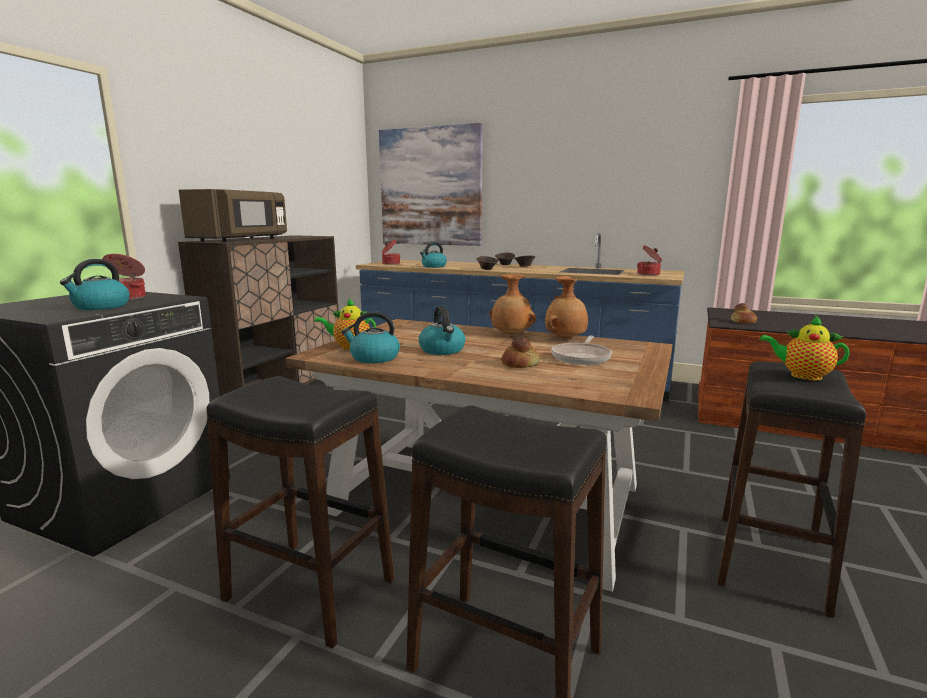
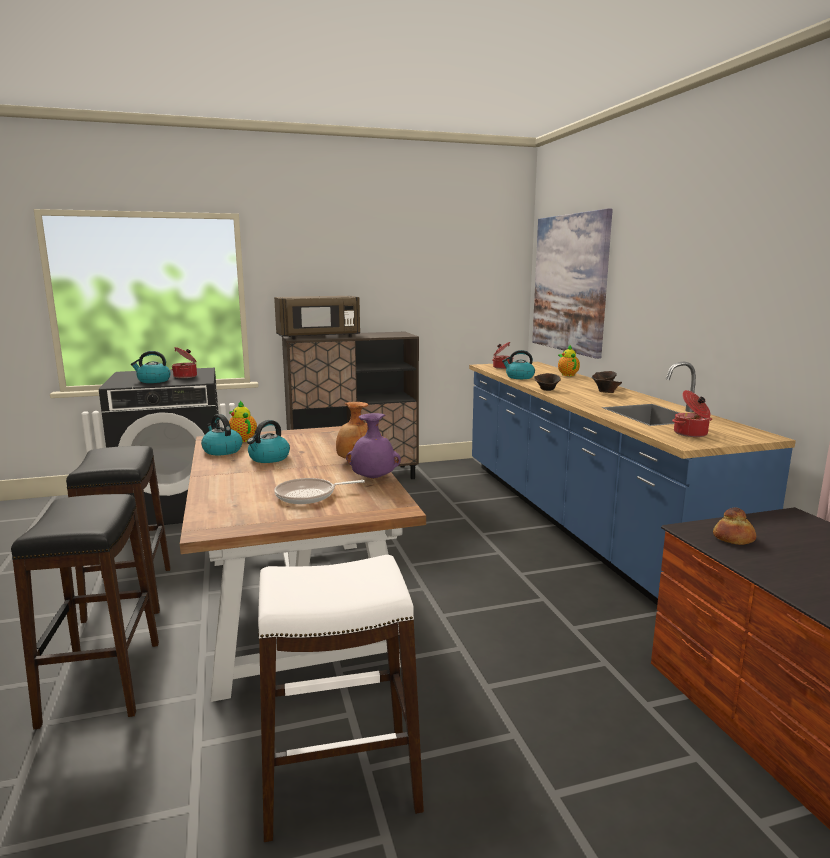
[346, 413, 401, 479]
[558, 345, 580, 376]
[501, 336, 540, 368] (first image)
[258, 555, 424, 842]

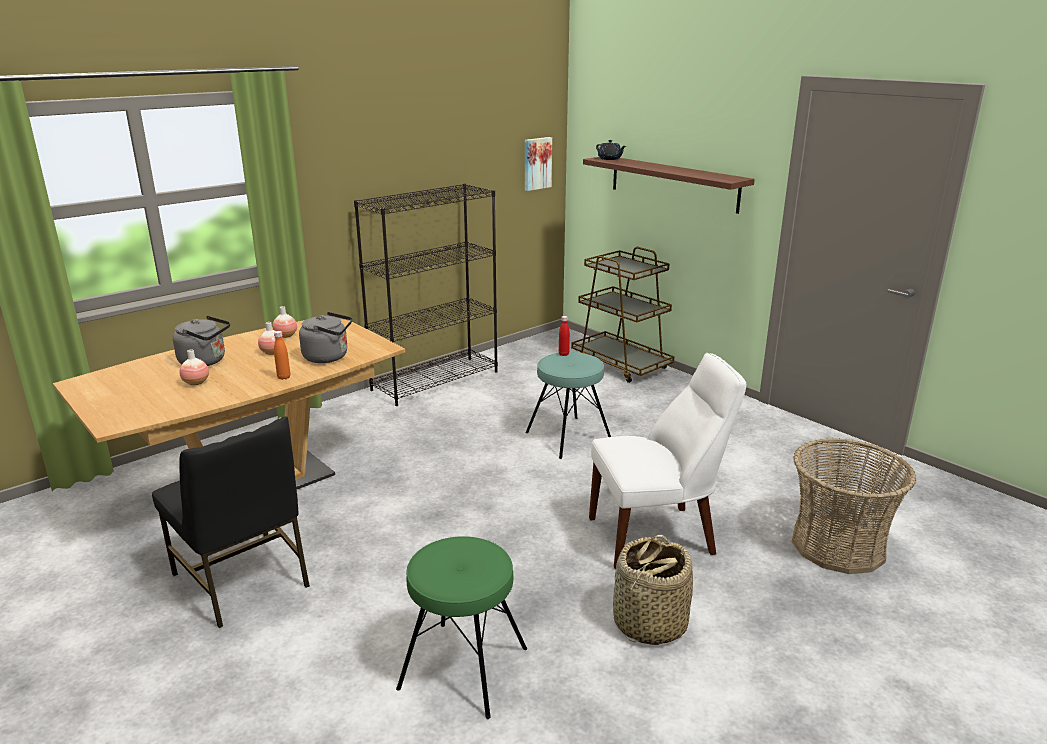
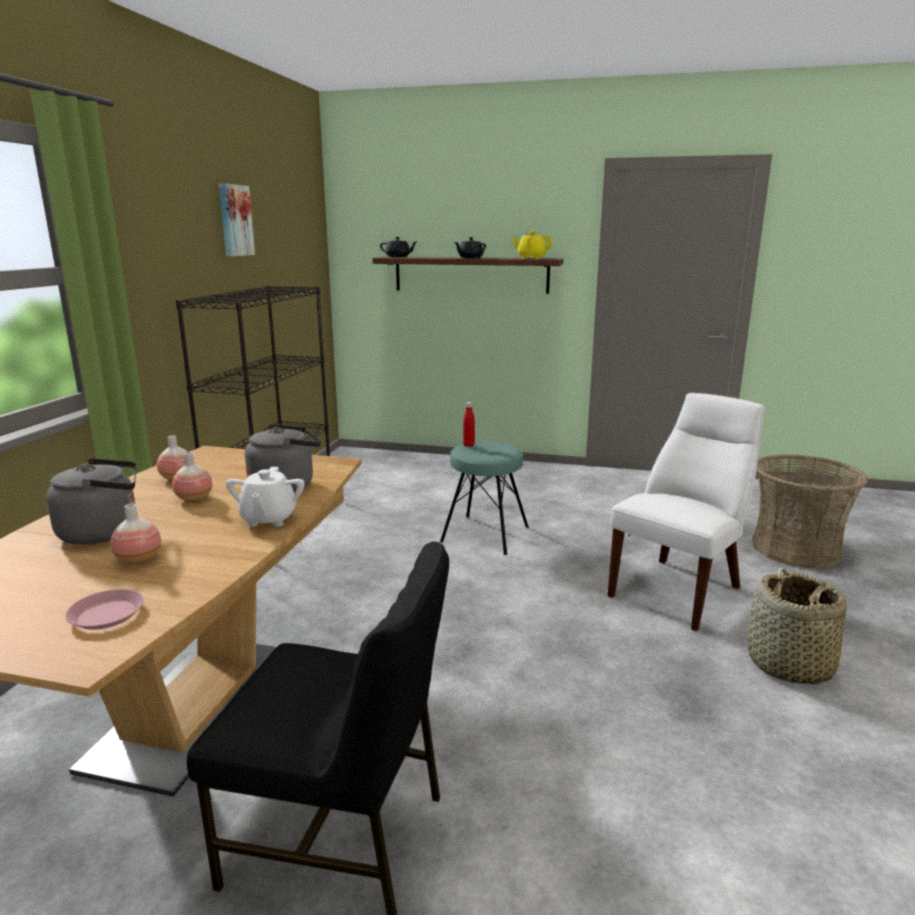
[219, 183, 255, 257]
[571, 247, 675, 383] (first image)
[226, 467, 305, 527]
[396, 536, 527, 719] (first image)
[512, 231, 553, 259]
[454, 237, 486, 258]
[65, 589, 144, 630]

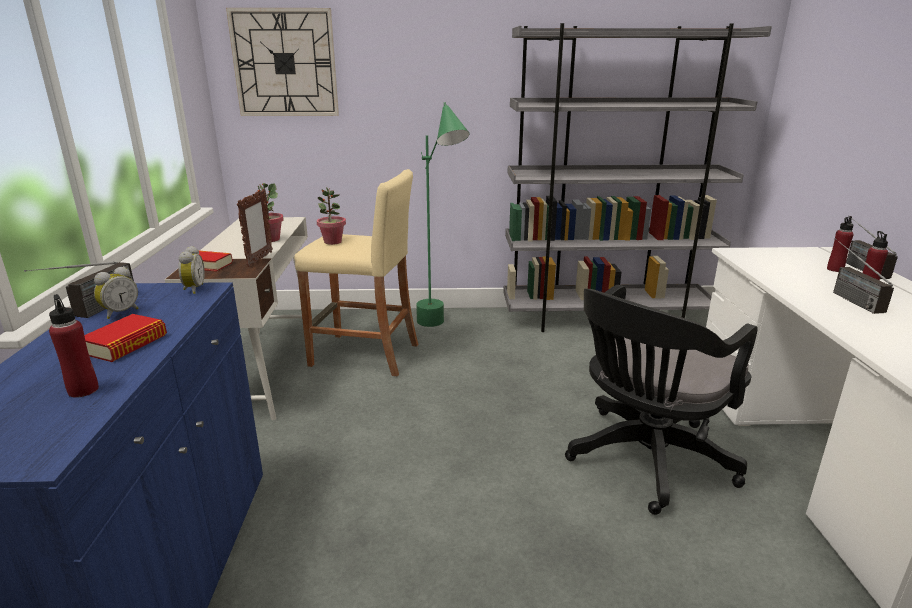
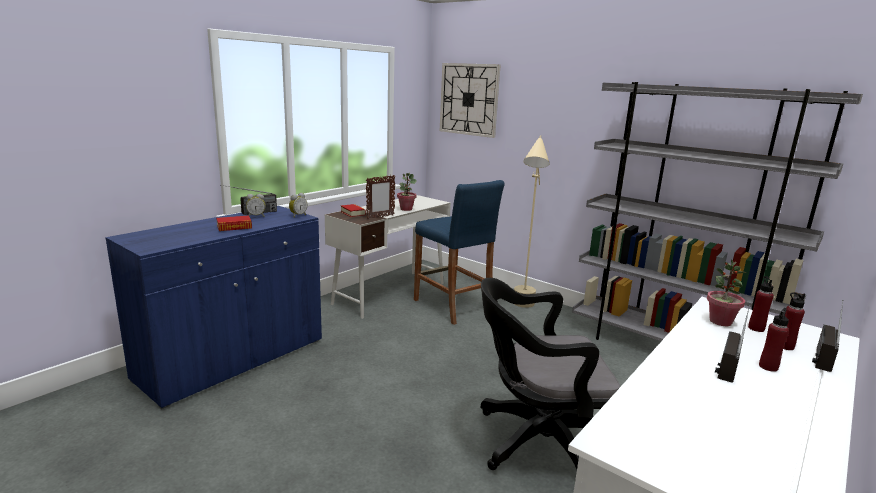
[514, 135, 550, 308]
[414, 180, 505, 325]
[707, 259, 747, 326]
[748, 276, 774, 332]

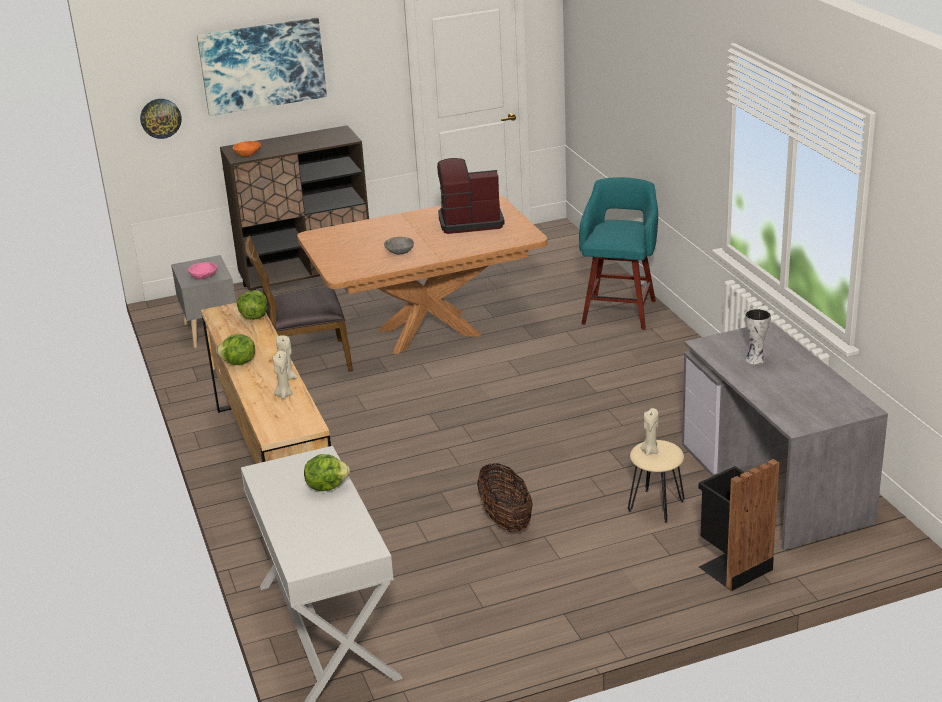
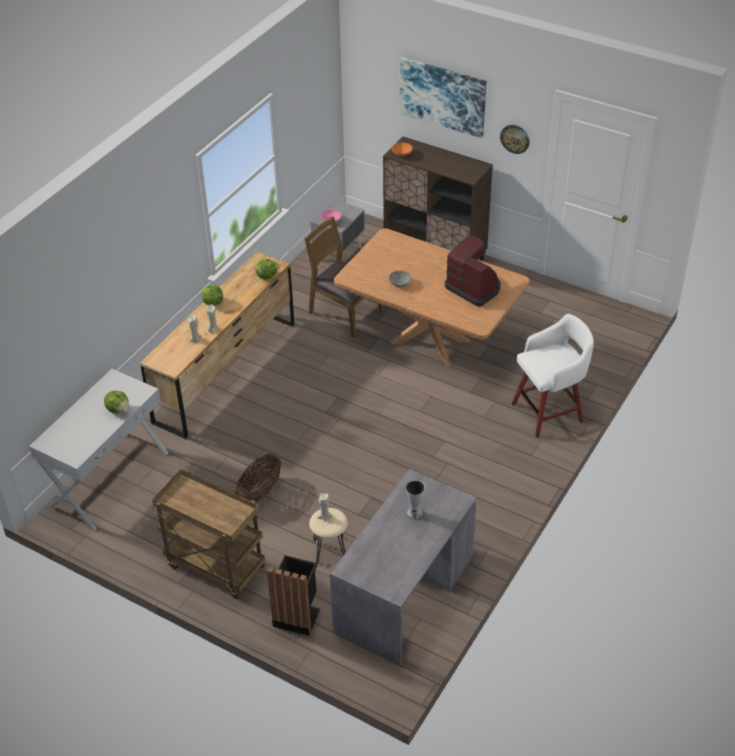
[500, 125, 530, 154]
[512, 314, 594, 438]
[152, 469, 265, 600]

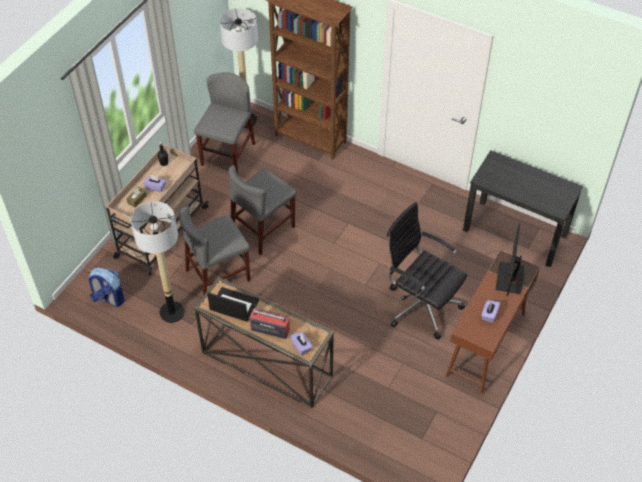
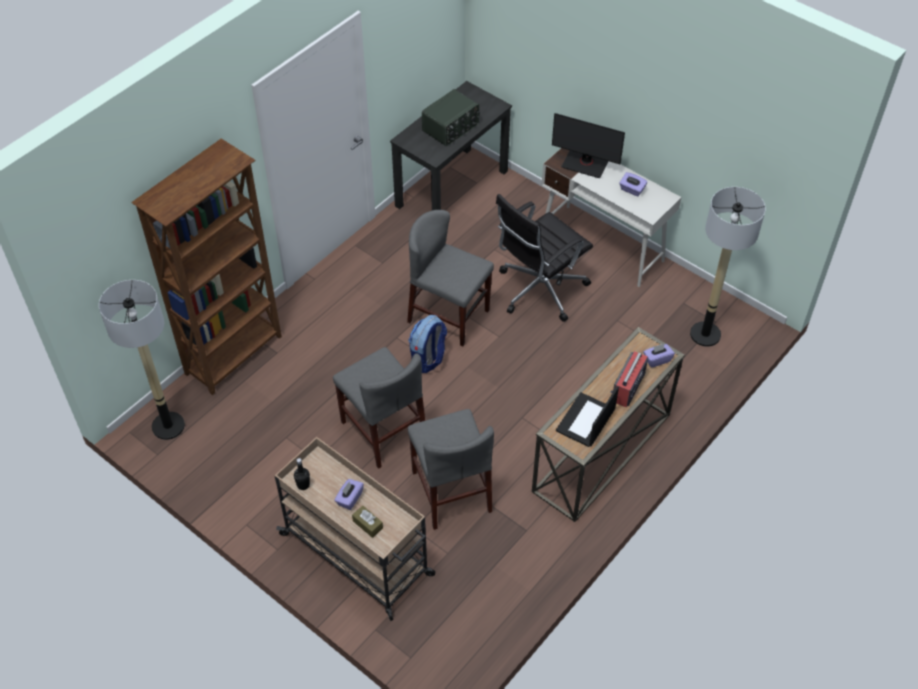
[407, 210, 494, 347]
[690, 187, 766, 347]
[542, 148, 681, 287]
[409, 315, 447, 373]
[422, 89, 480, 146]

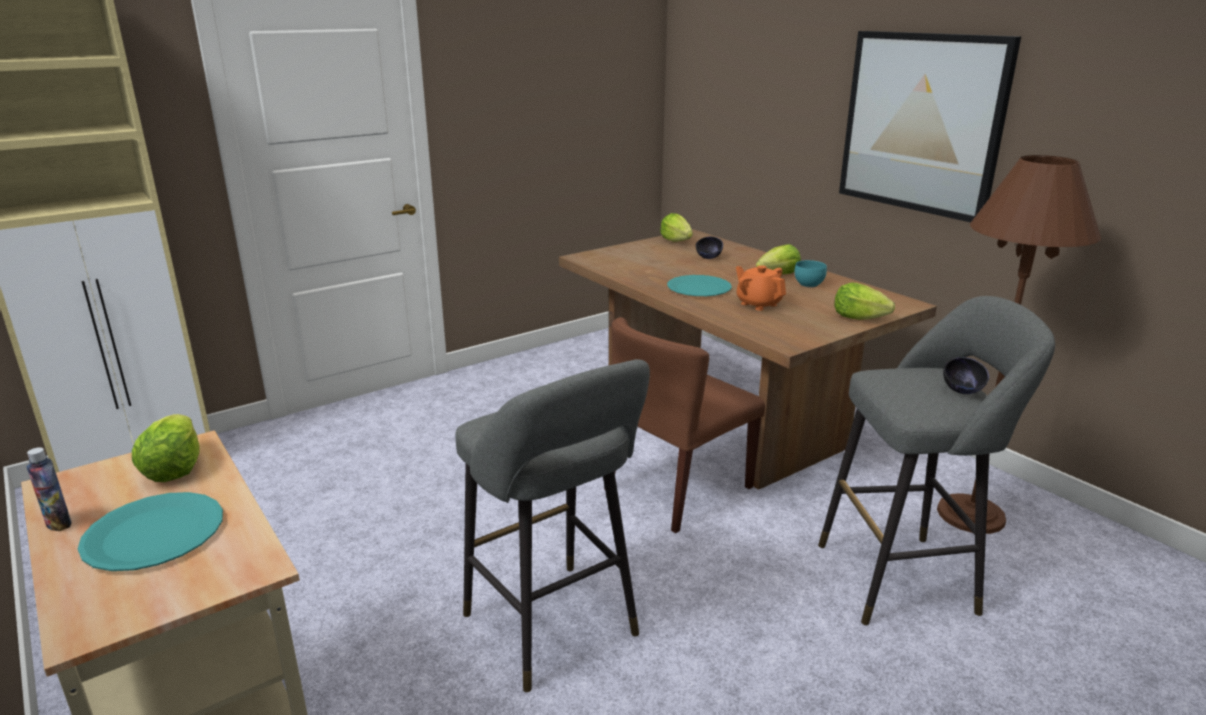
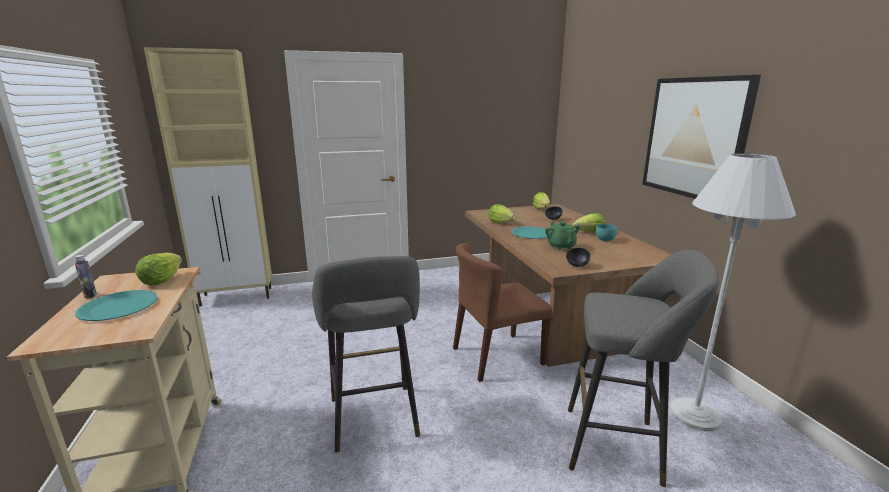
[670, 153, 796, 431]
[545, 222, 580, 250]
[488, 204, 515, 223]
[566, 248, 591, 267]

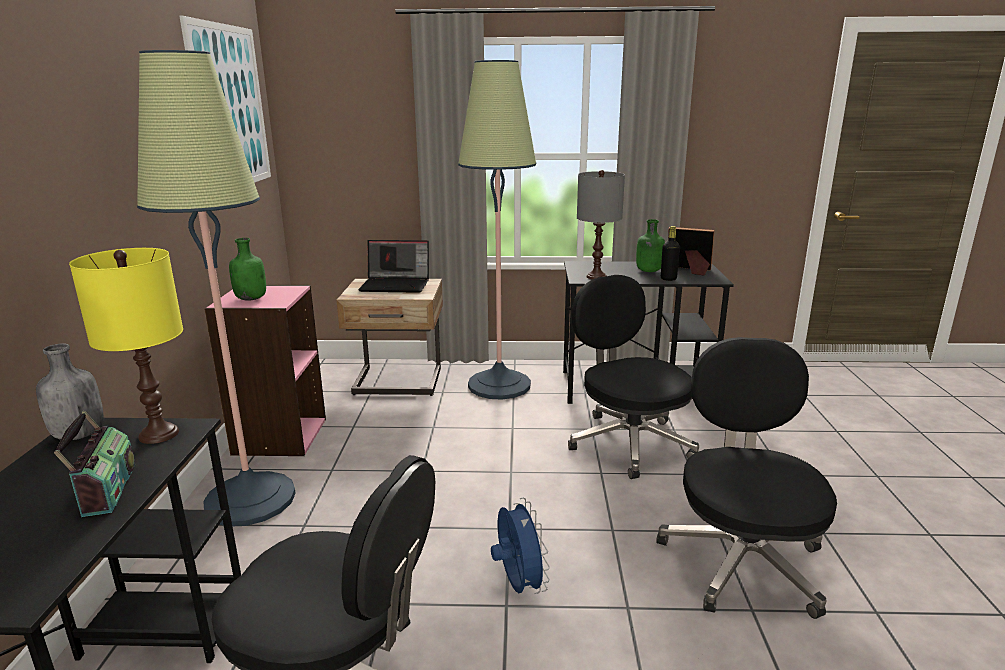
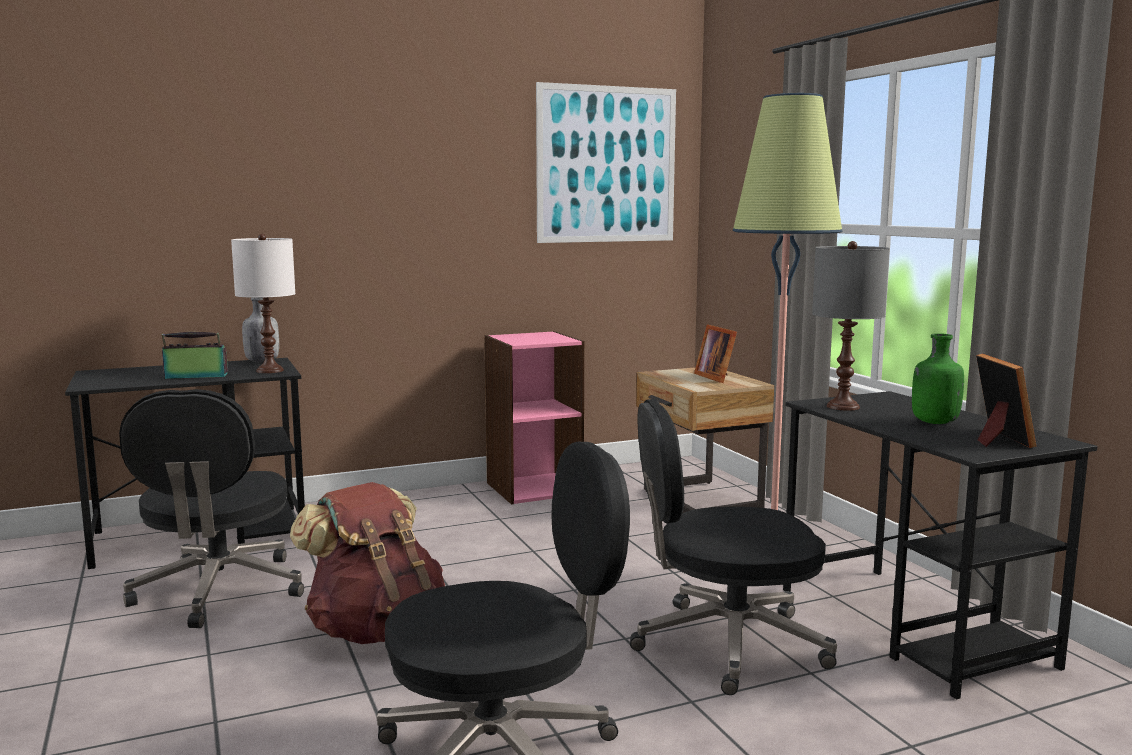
[137, 50, 296, 526] (first image)
[661, 226, 680, 281] (first image)
[229, 238, 266, 301] (first image)
[694, 324, 737, 383]
[231, 234, 295, 373]
[630, 399, 837, 695]
[162, 331, 228, 379]
[290, 482, 445, 644]

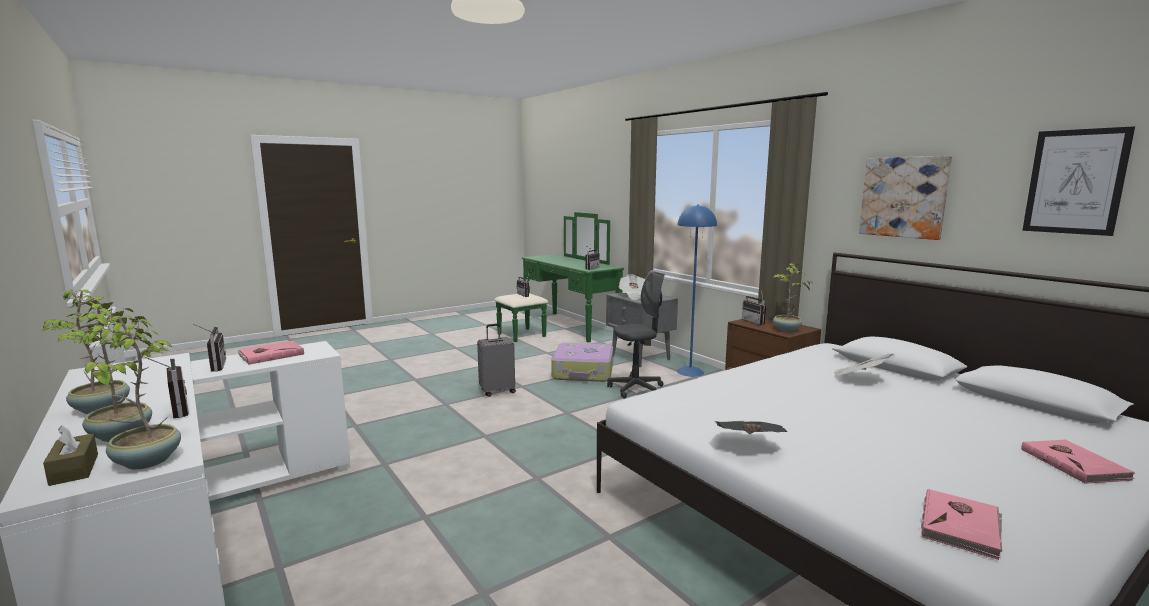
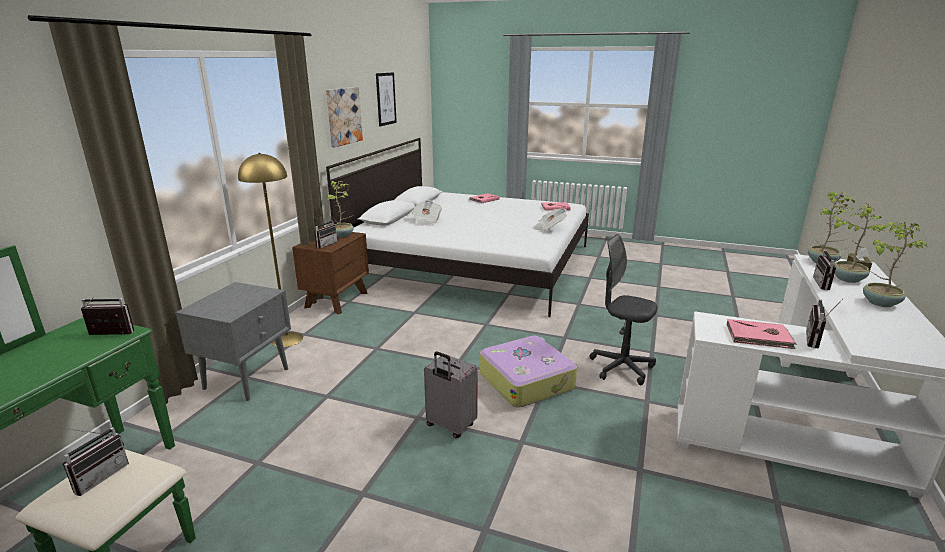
[238, 153, 303, 347]
[590, 234, 657, 385]
[619, 274, 645, 300] (first image)
[480, 336, 577, 408]

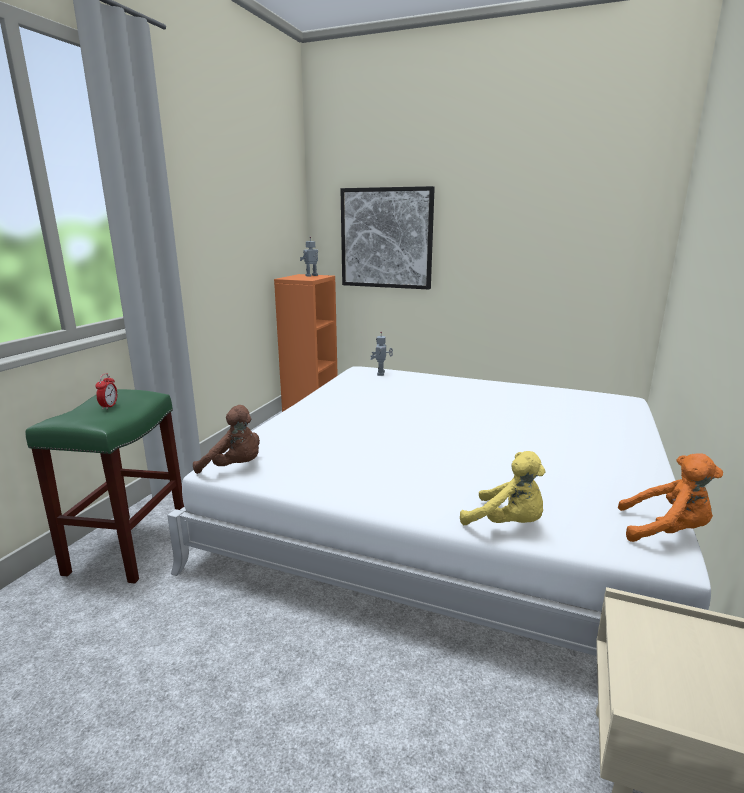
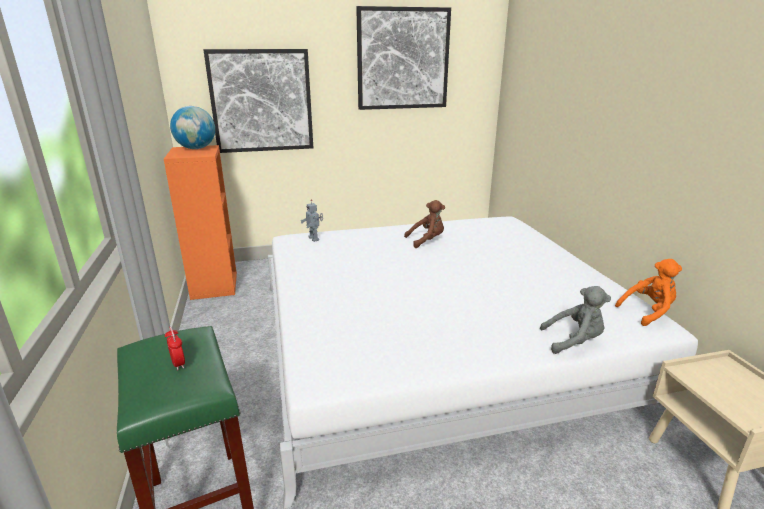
[170, 106, 215, 149]
[404, 200, 445, 248]
[540, 286, 611, 354]
[356, 6, 451, 110]

